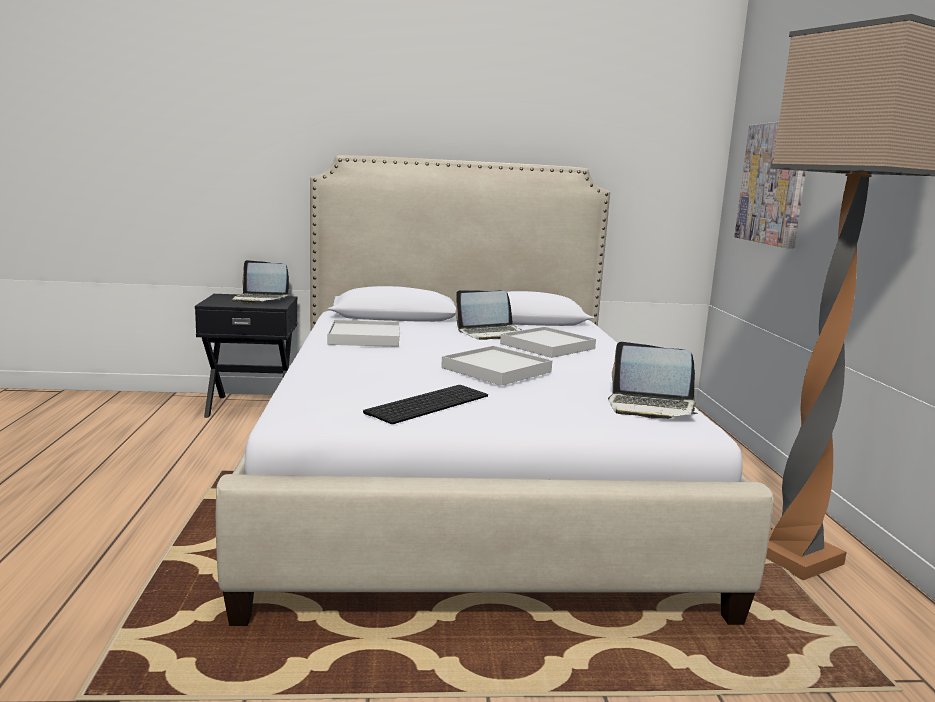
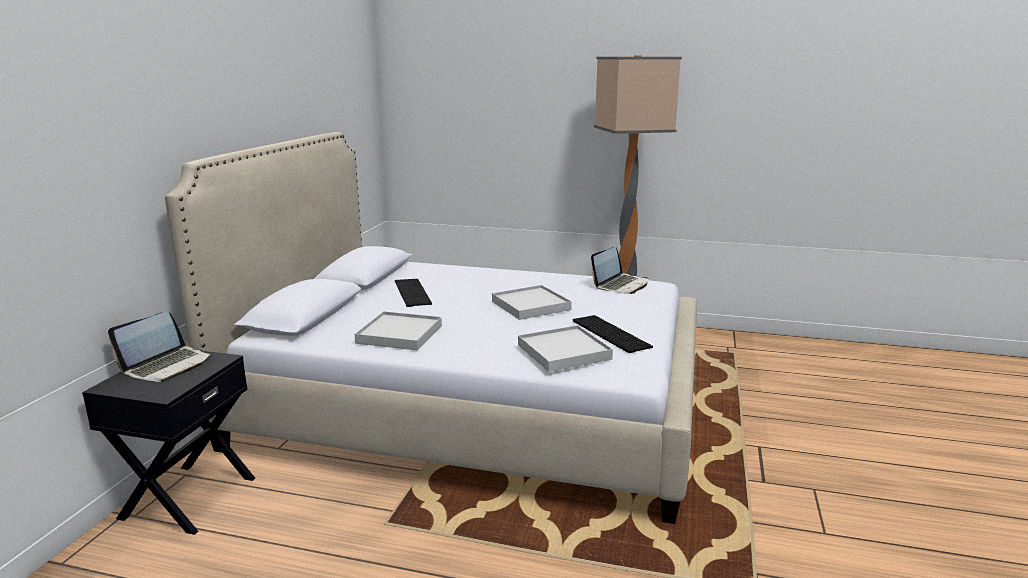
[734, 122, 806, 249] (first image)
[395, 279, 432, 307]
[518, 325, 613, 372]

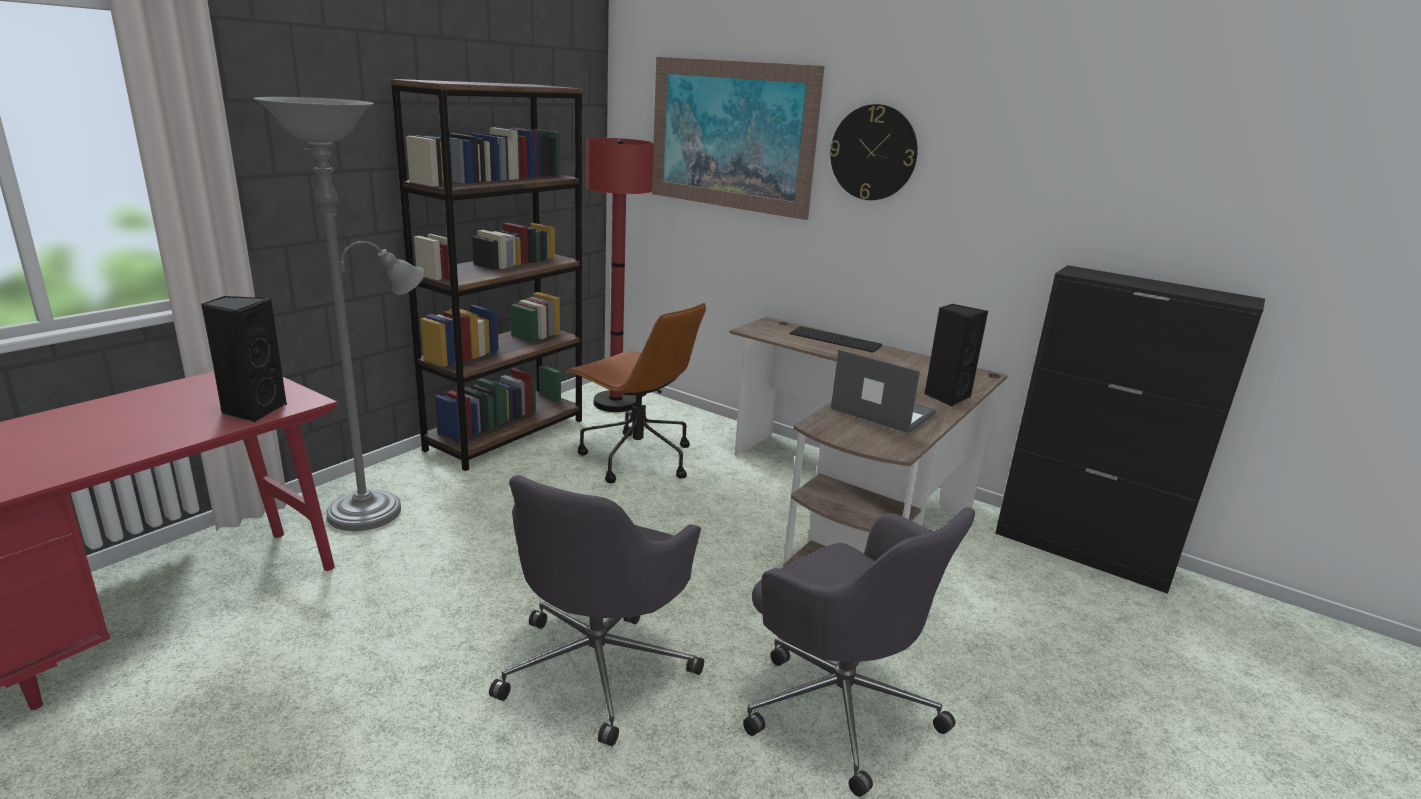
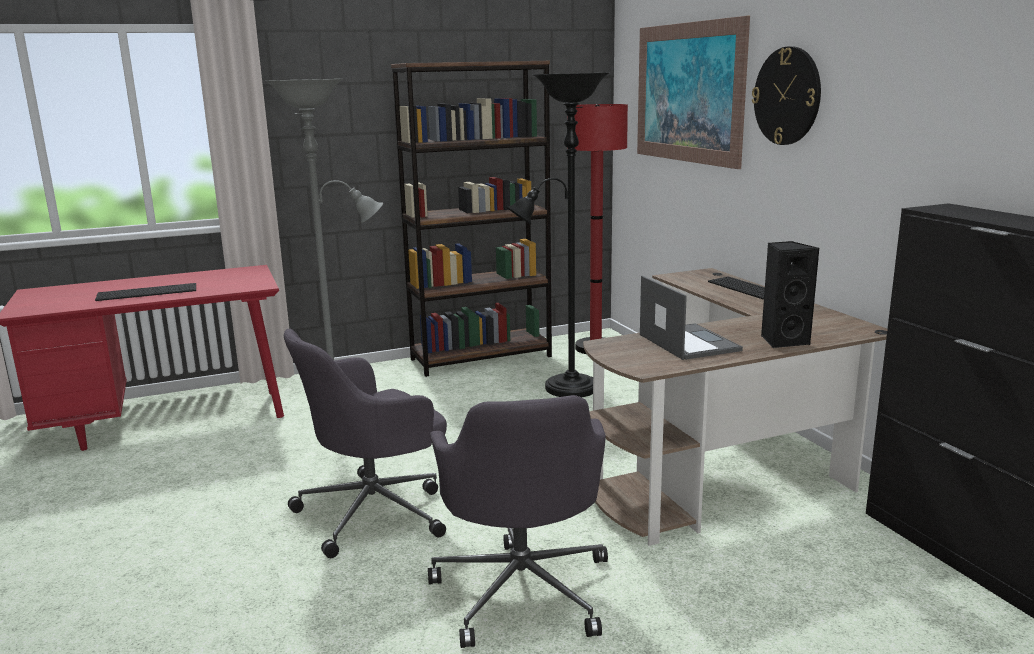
[201, 296, 287, 422] (first image)
[507, 73, 609, 397]
[95, 283, 196, 301]

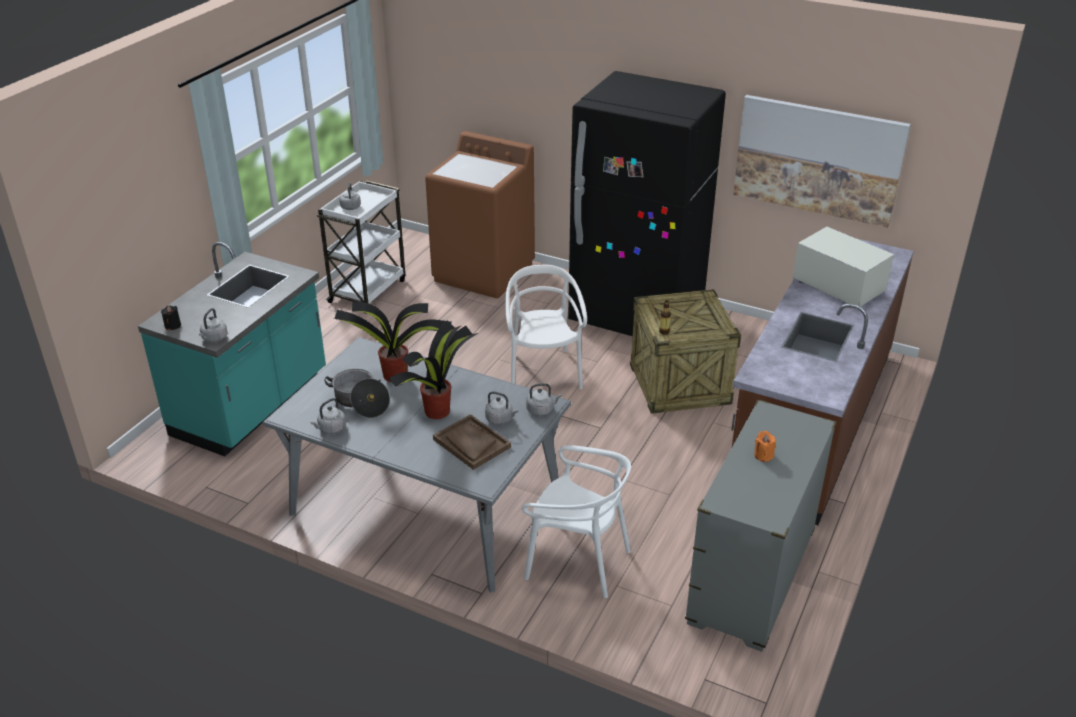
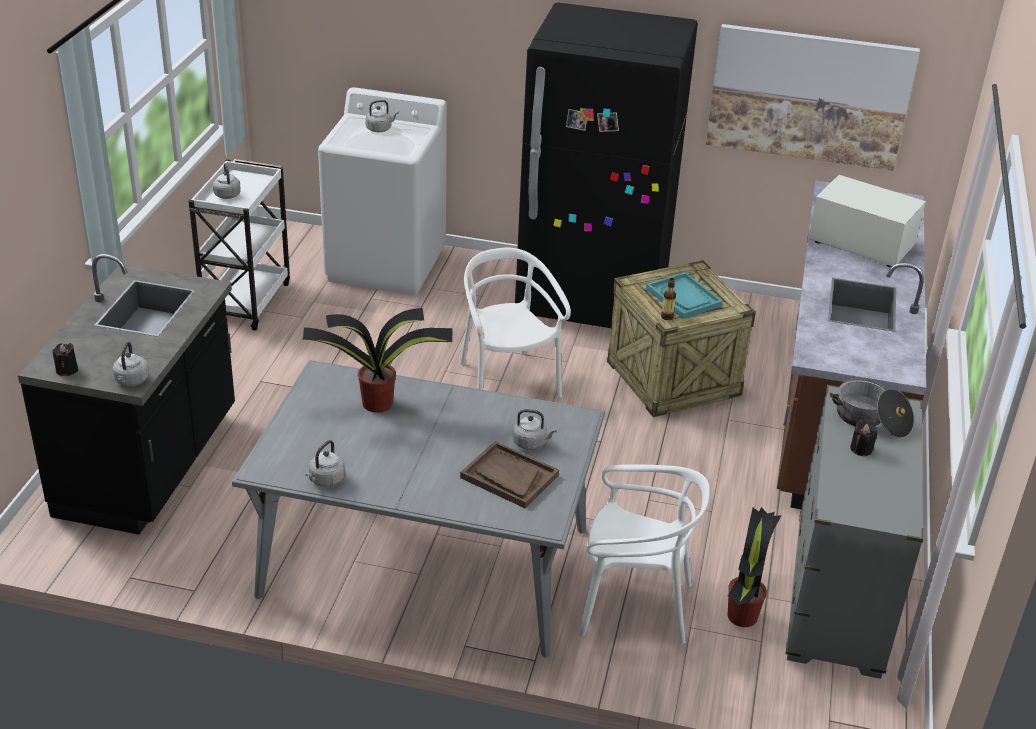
[318, 87, 447, 296]
[18, 254, 235, 535]
[728, 507, 782, 627]
[830, 379, 914, 438]
[366, 100, 399, 132]
[850, 420, 878, 456]
[646, 272, 723, 319]

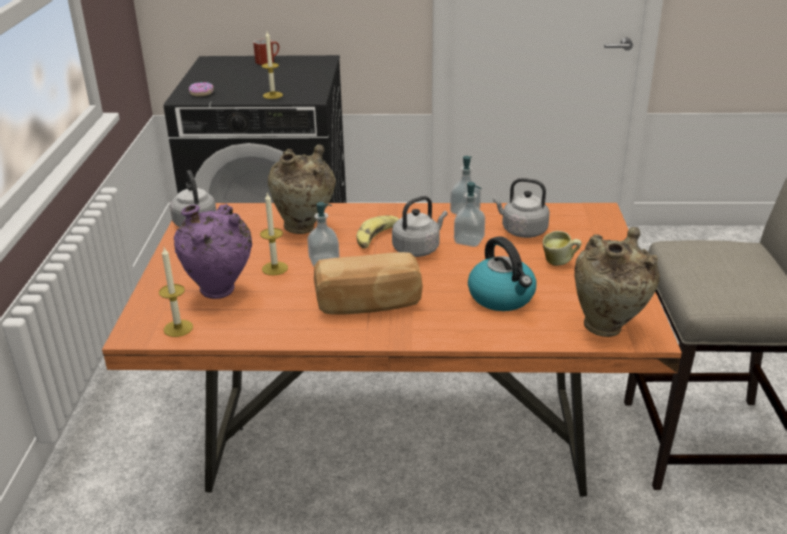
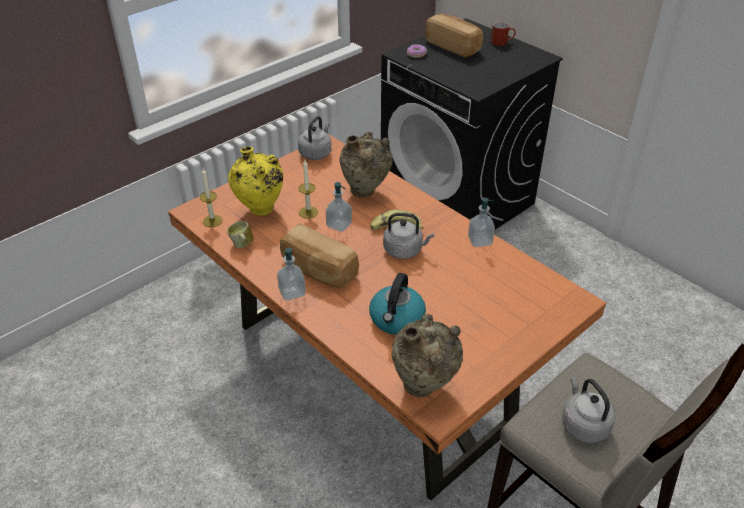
[262, 32, 283, 99] (first image)
[562, 376, 616, 443]
[277, 248, 306, 301]
[228, 146, 283, 216]
[227, 221, 254, 248]
[425, 14, 483, 58]

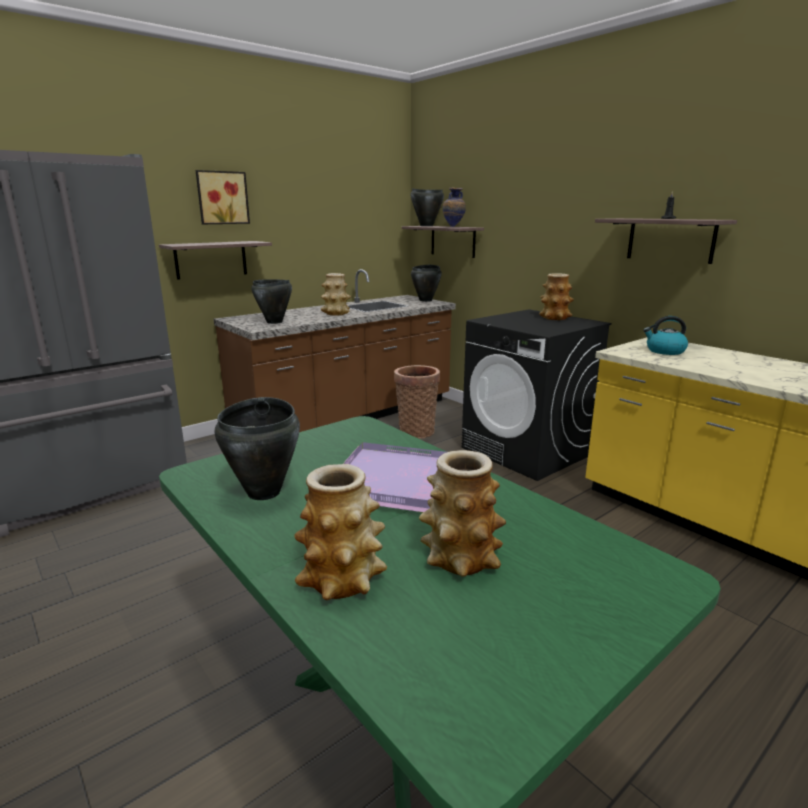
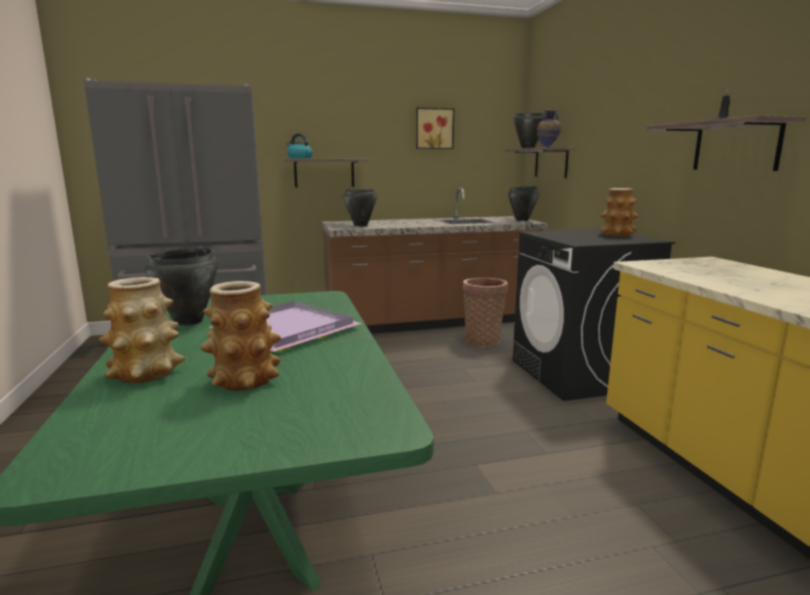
[416, 108, 454, 149]
[321, 273, 351, 316] (first image)
[287, 133, 313, 159]

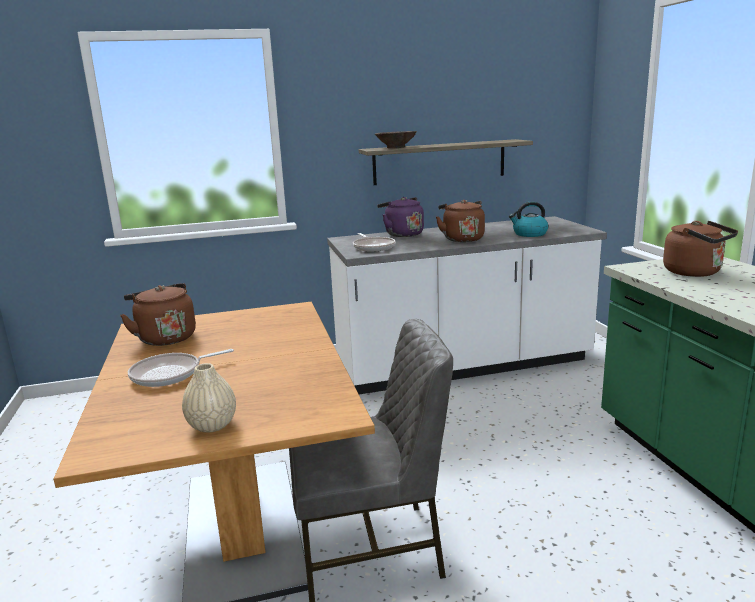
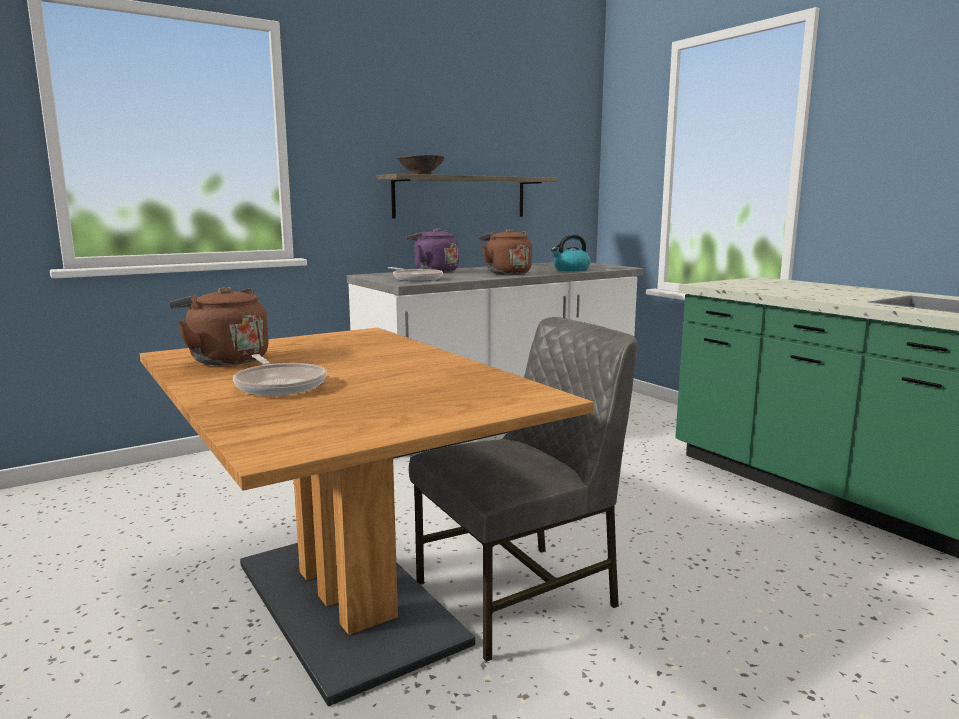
[663, 221, 738, 277] (first image)
[233, 354, 327, 396]
[182, 363, 236, 433] (first image)

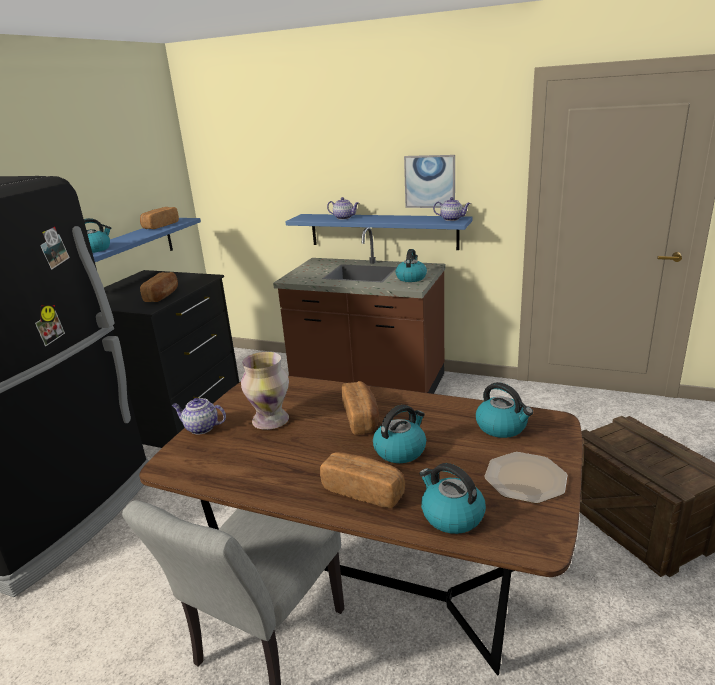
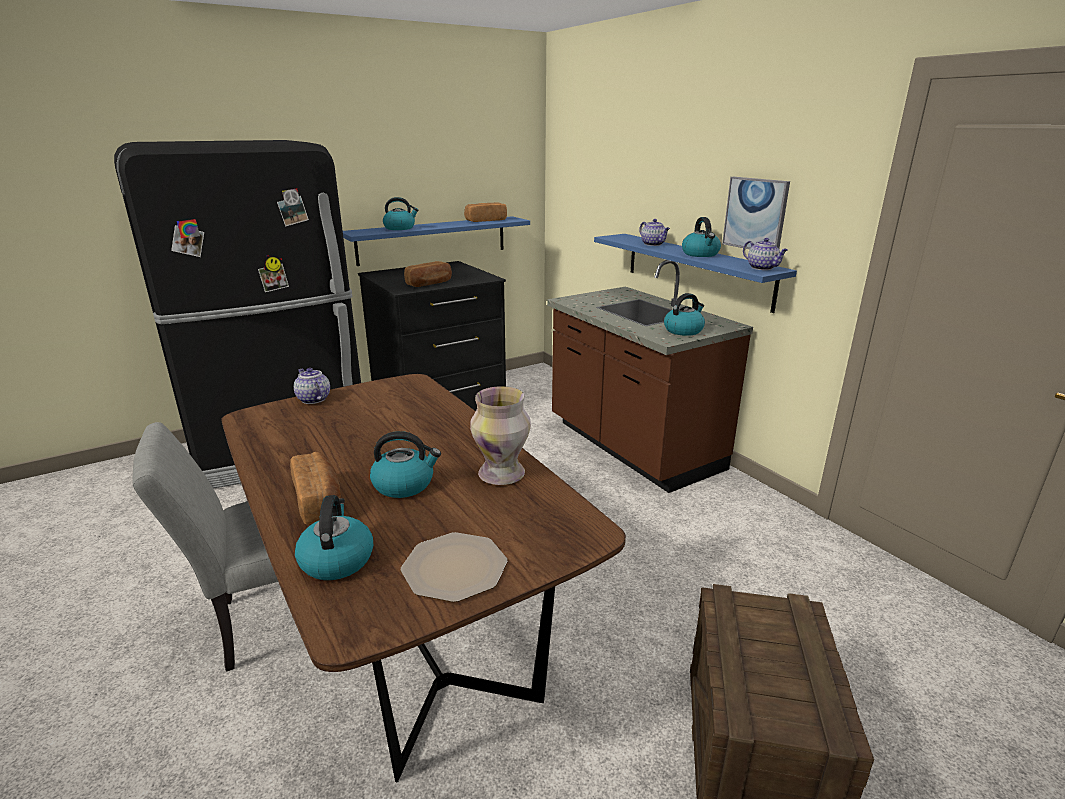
[470, 386, 531, 485]
[342, 381, 379, 435] (first image)
[682, 217, 721, 257]

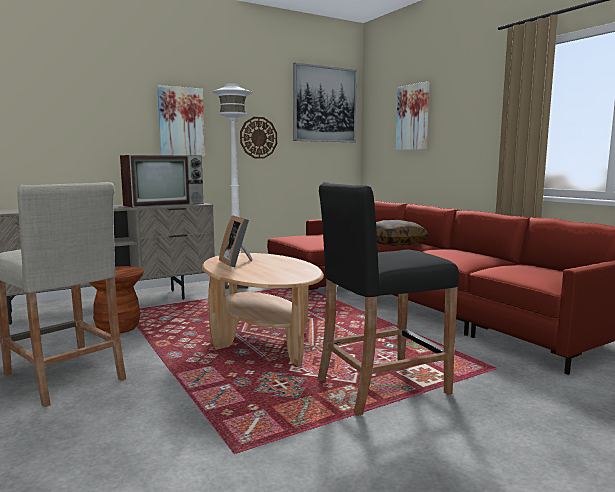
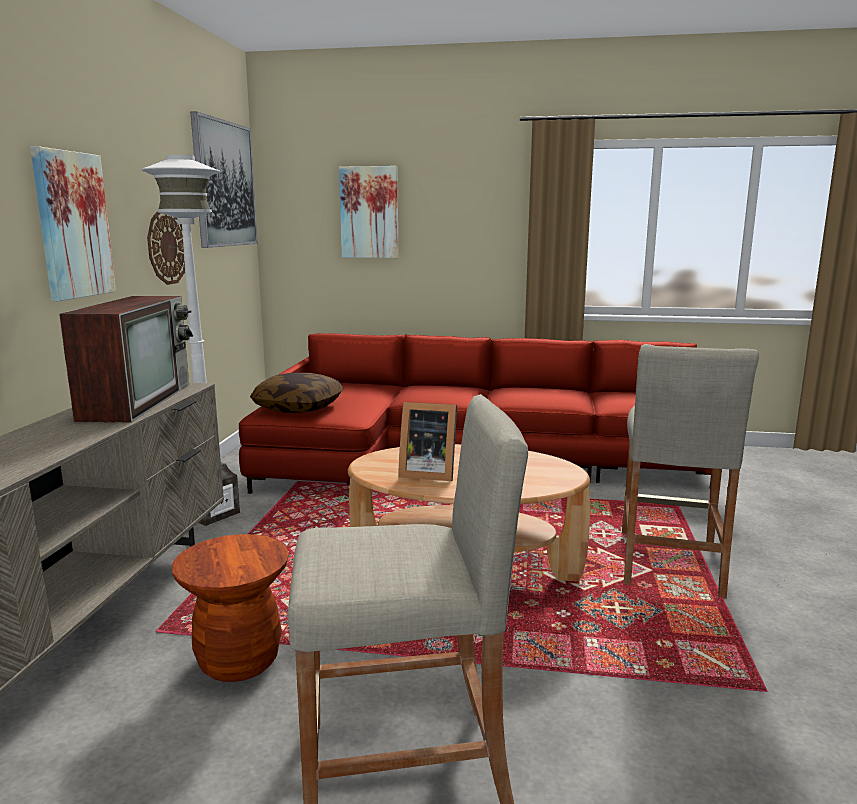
[622, 344, 759, 599]
[250, 373, 343, 413]

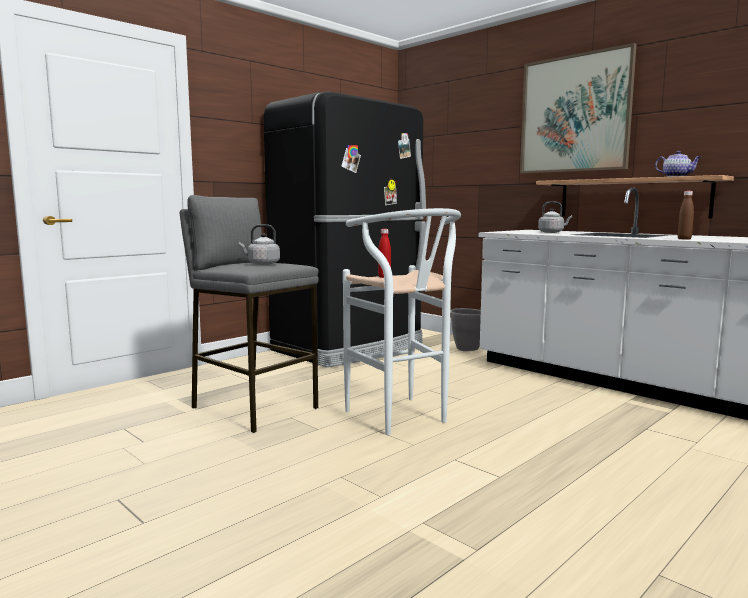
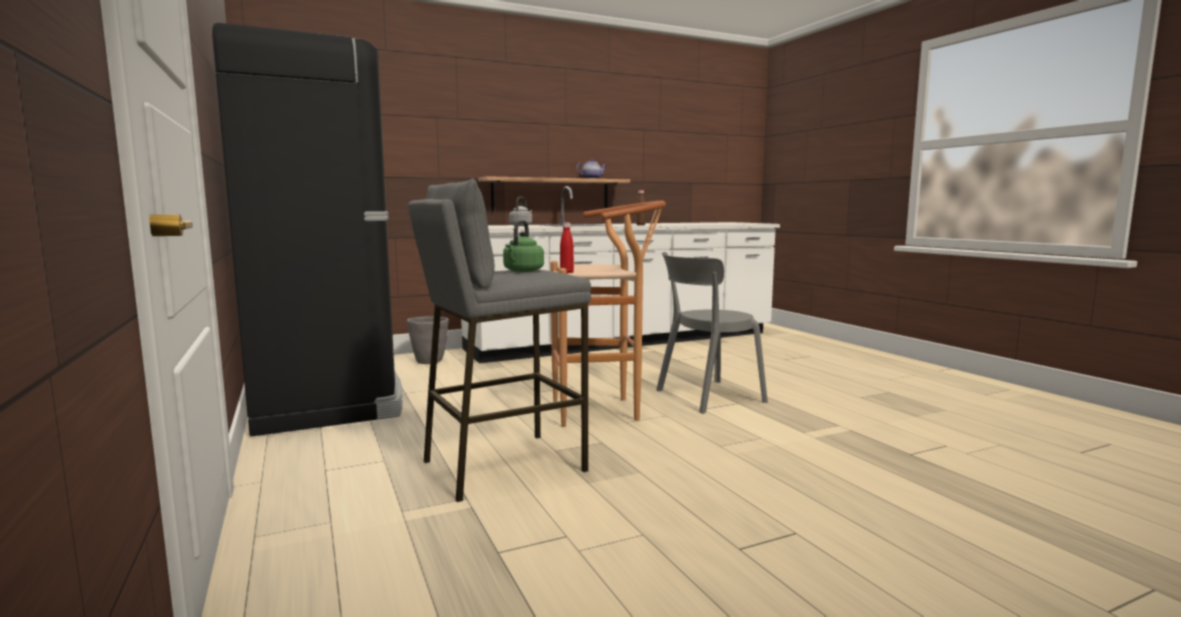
[520, 43, 637, 174] (first image)
[550, 201, 666, 427]
[503, 220, 544, 272]
[656, 252, 768, 414]

